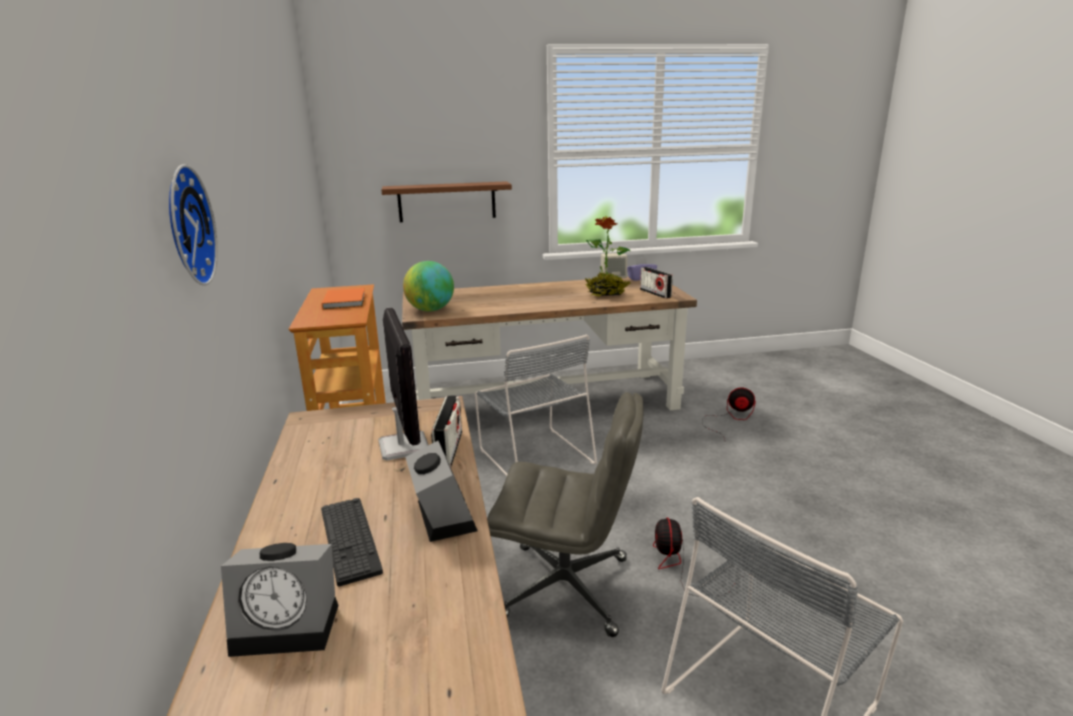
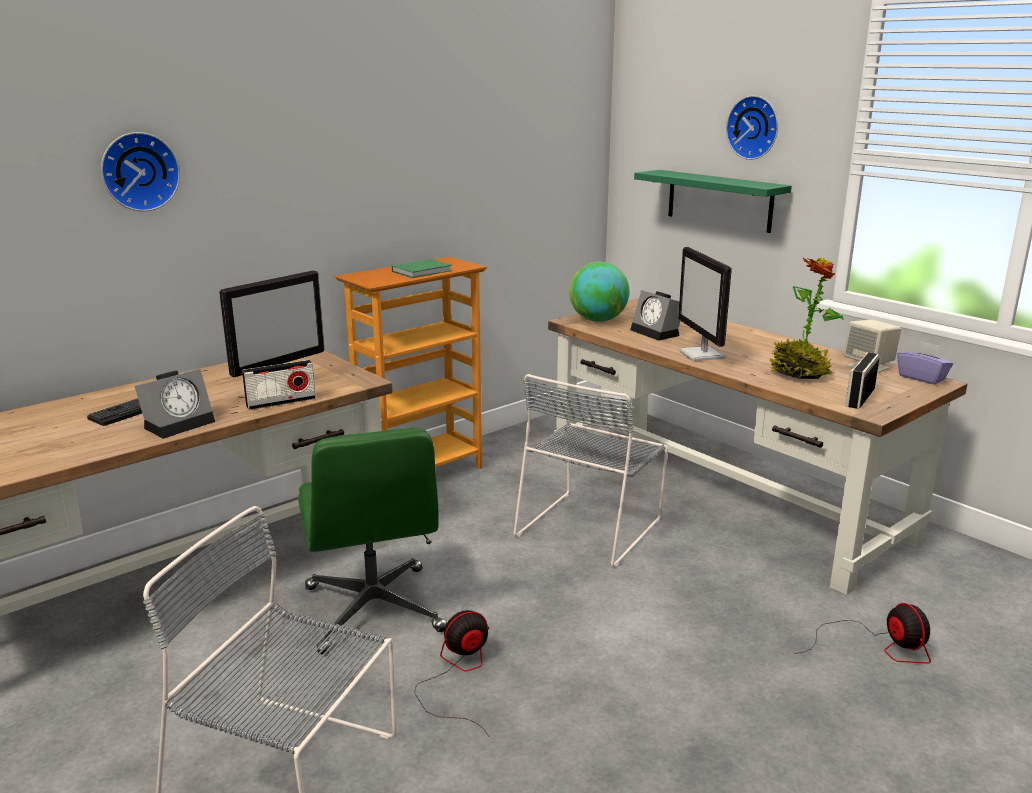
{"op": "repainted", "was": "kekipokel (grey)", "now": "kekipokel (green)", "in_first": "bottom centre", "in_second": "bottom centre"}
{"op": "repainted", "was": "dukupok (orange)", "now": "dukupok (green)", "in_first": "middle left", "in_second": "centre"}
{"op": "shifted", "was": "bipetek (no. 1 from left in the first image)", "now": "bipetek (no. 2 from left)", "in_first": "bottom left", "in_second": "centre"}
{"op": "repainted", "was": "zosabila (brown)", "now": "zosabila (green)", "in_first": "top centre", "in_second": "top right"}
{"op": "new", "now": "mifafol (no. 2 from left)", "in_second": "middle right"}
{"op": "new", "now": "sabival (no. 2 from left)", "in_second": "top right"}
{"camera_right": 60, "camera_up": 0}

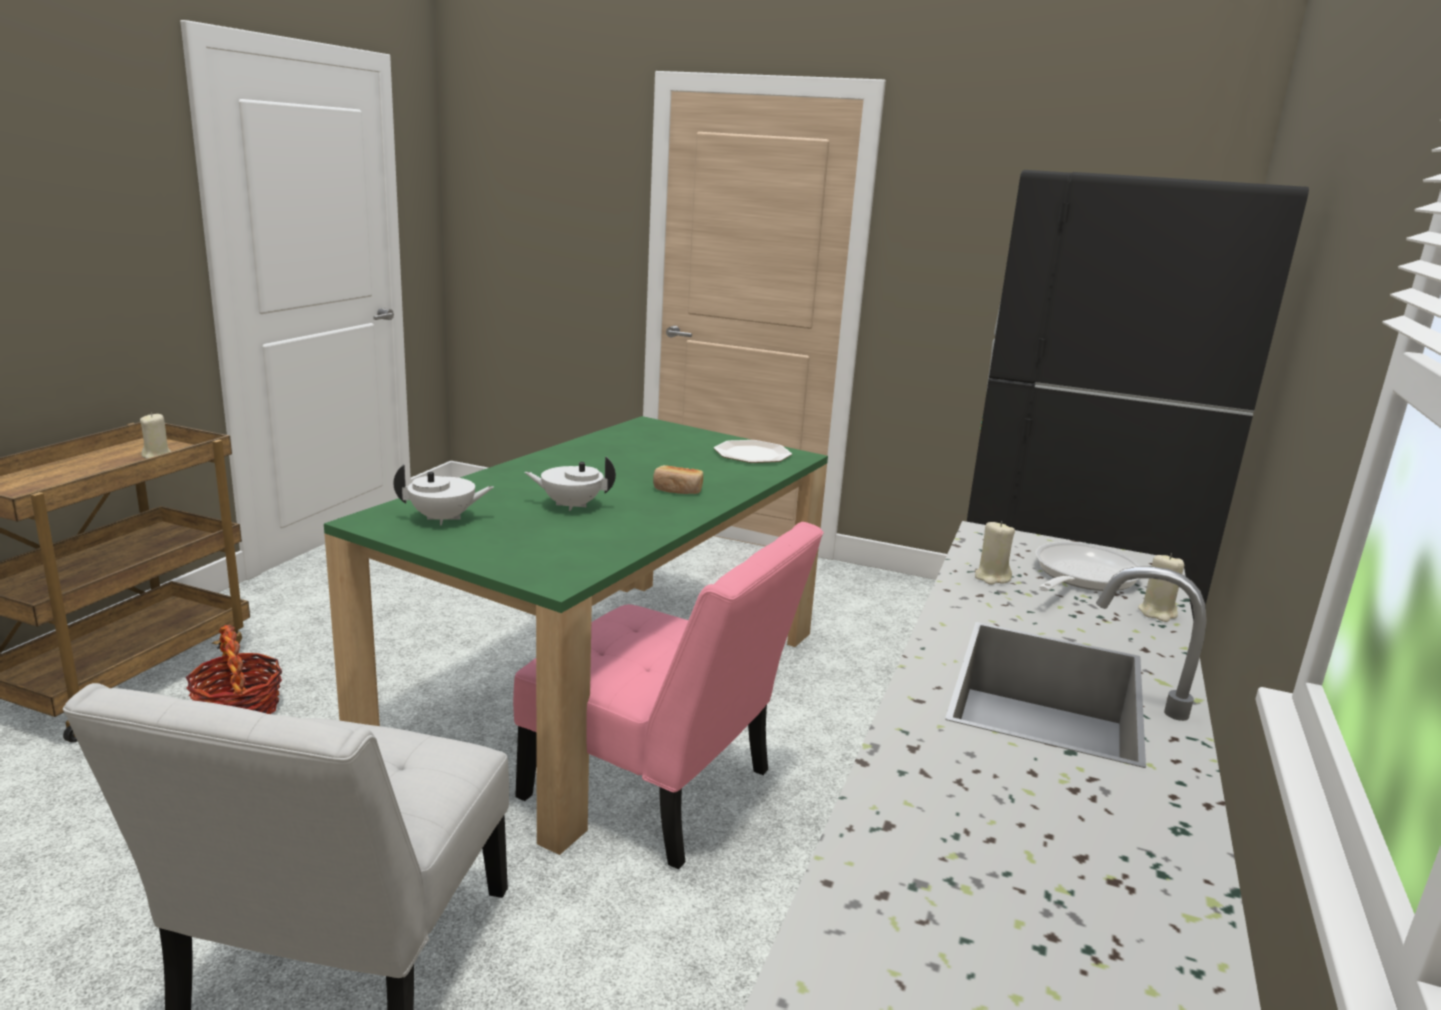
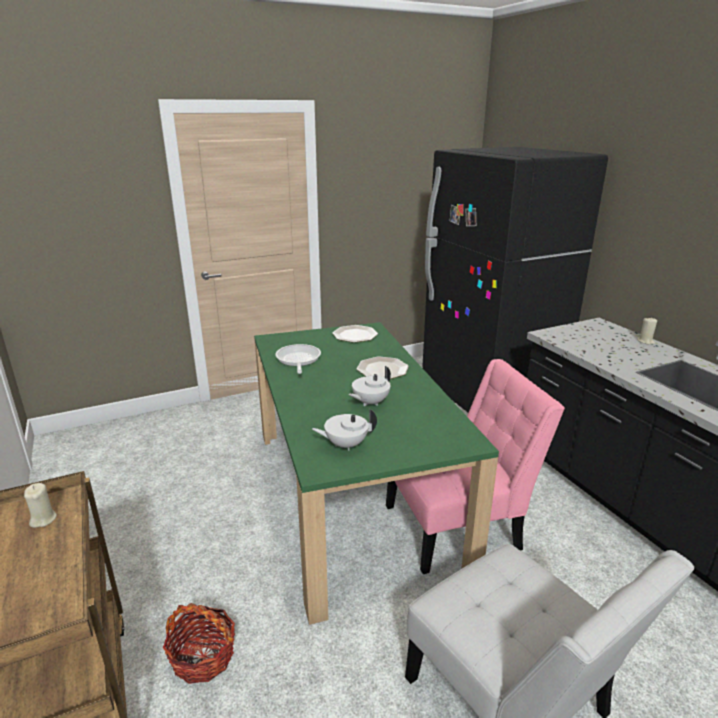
{"op": "shifted", "was": "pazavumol", "in_first": "middle right", "in_second": "centre"}
{"op": "rotated", "was": "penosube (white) (no. 1 from left)", "in_first": "middle left", "in_second": "centre", "clockwise": -135}
{"op": "swapped", "was": "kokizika", "now": "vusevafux (no. 2 from left)", "in_first": "centre", "in_second": "centre"}
{"op": "gone", "was": "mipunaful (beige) (no. 2 from left)", "in_first": "middle right"}
{"camera_right": -45, "camera_up": 5}

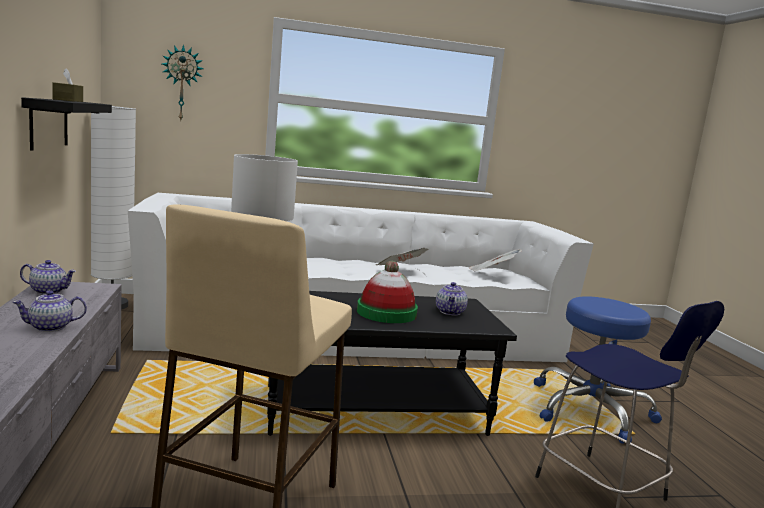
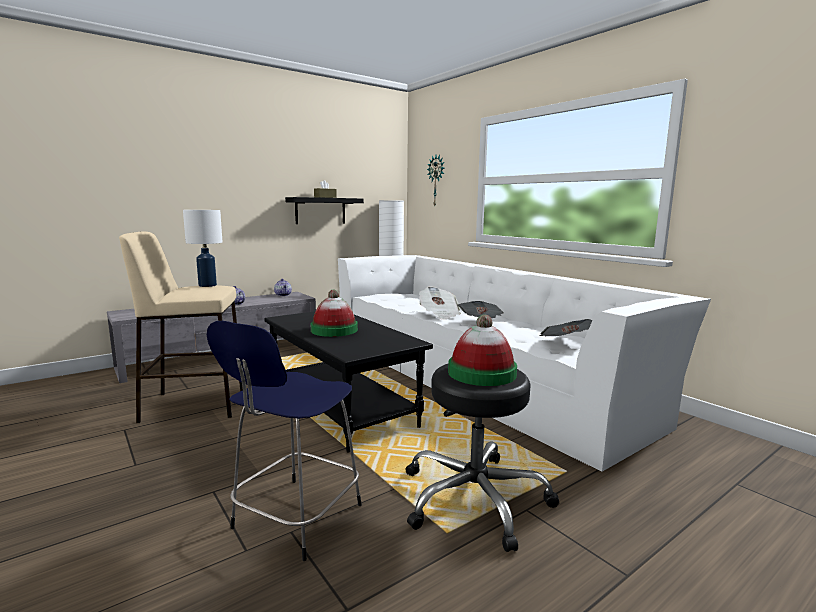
{"op": "repainted", "was": "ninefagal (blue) (no. 1 from left)", "now": "ninefagal (black)", "in_first": "bottom right", "in_second": "bottom centre"}
{"op": "new", "now": "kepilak (no. 1 from left)", "in_second": "centre"}
{"op": "new", "now": "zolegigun (no. 2 from left)", "in_second": "centre"}
{"op": "gone", "was": "penosube (no. 3 from left)", "in_first": "centre"}
{"camera_right": 65, "camera_up": 0}

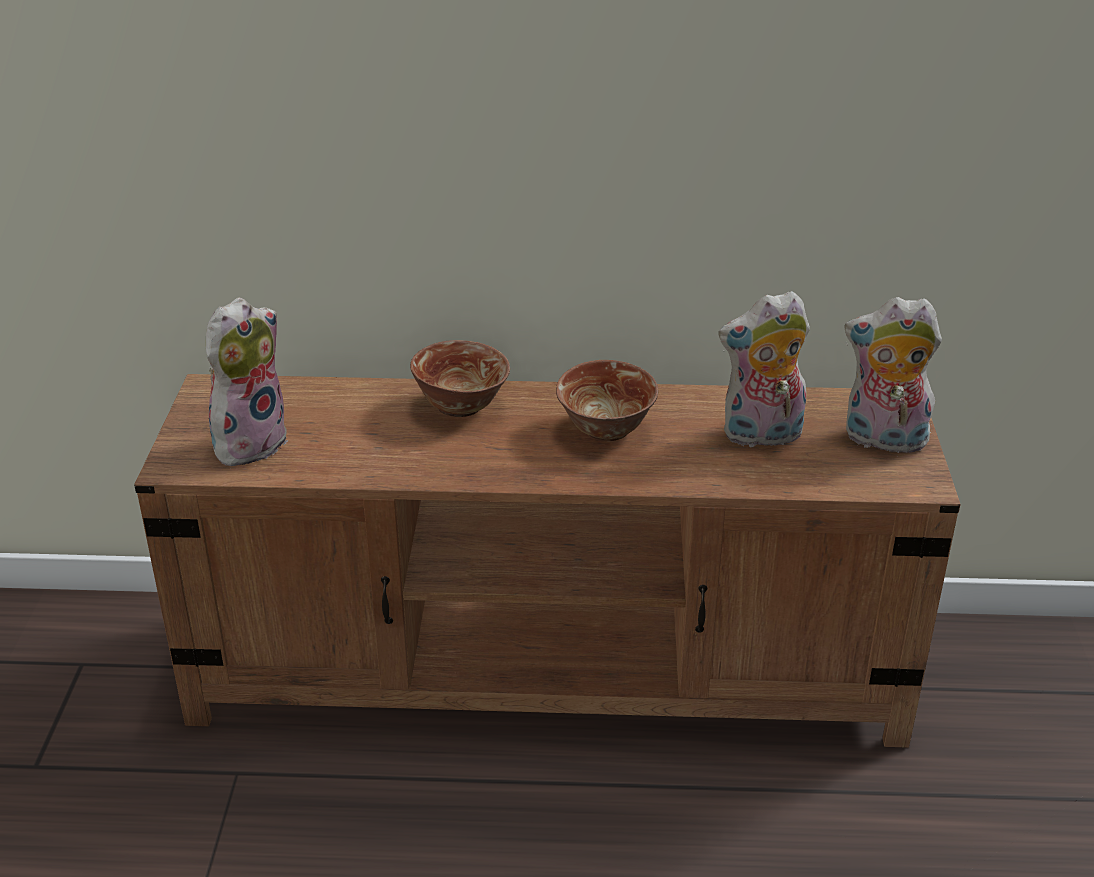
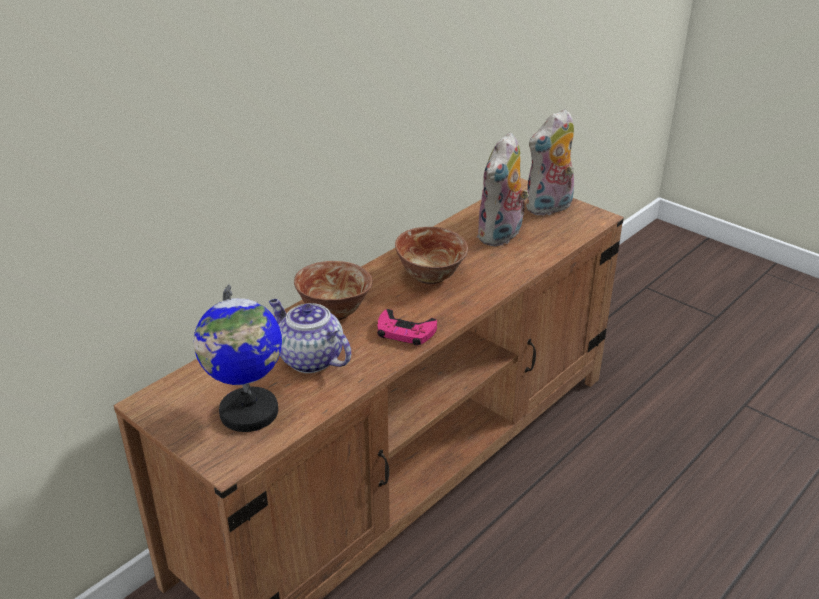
{"op": "swapped", "was": "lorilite (no. 1 from left)", "now": "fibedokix", "in_first": "middle left", "in_second": "middle left"}
{"op": "new", "now": "penosube", "in_second": "centre"}
{"op": "new", "now": "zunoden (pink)", "in_second": "centre"}
{"camera_right": -50, "camera_up": 0}

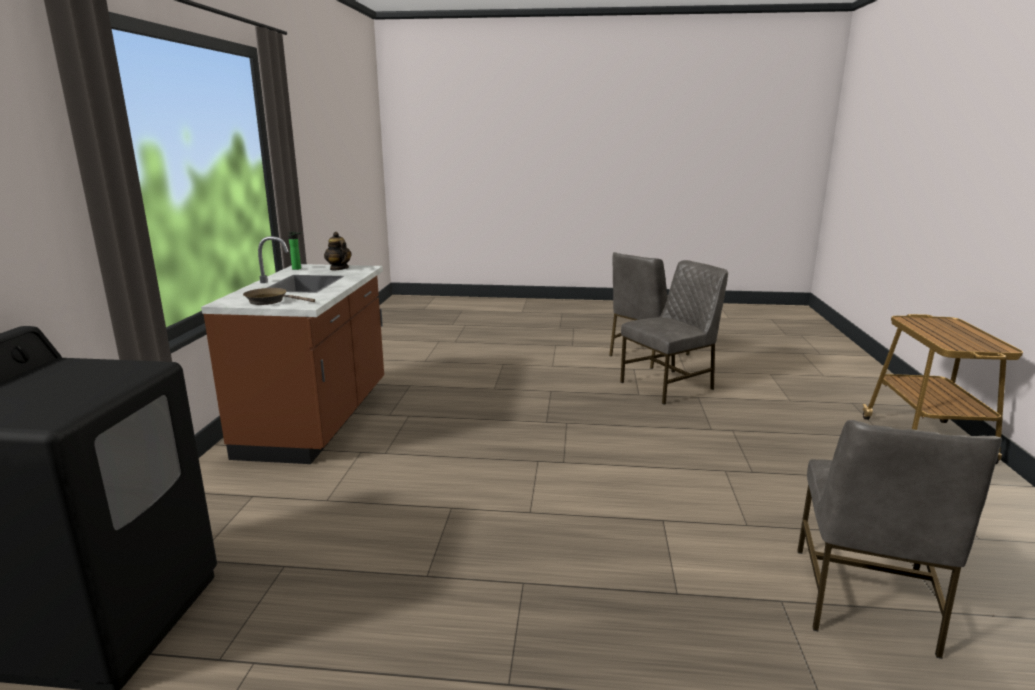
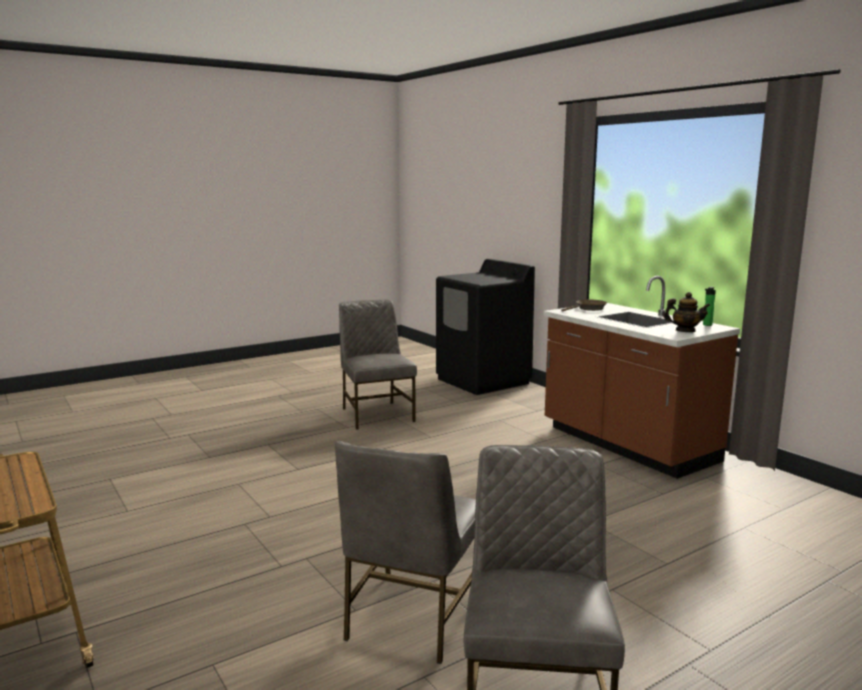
{"op": "shifted", "was": "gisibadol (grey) (no. 3 from left in the first image)", "now": "gisibadol (grey) (no. 1 from left)", "in_first": "bottom right", "in_second": "centre"}
{"camera_right": 140, "camera_up": -5}

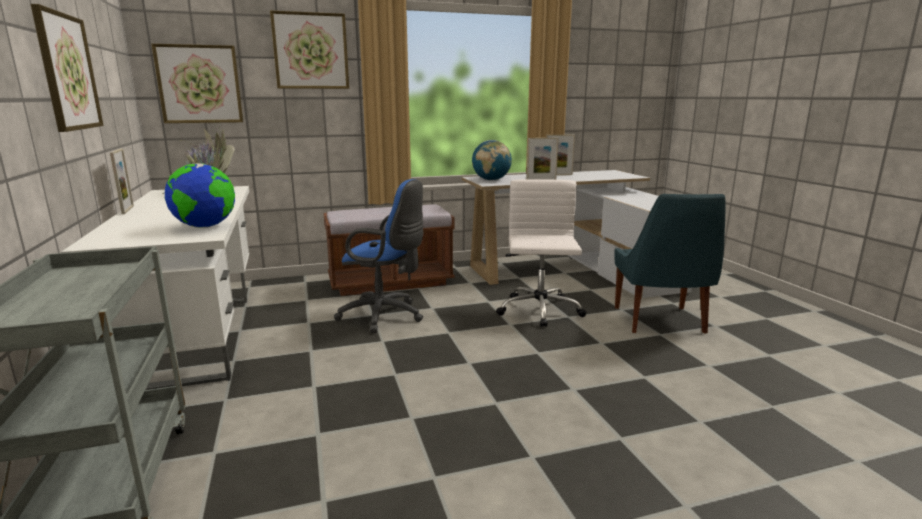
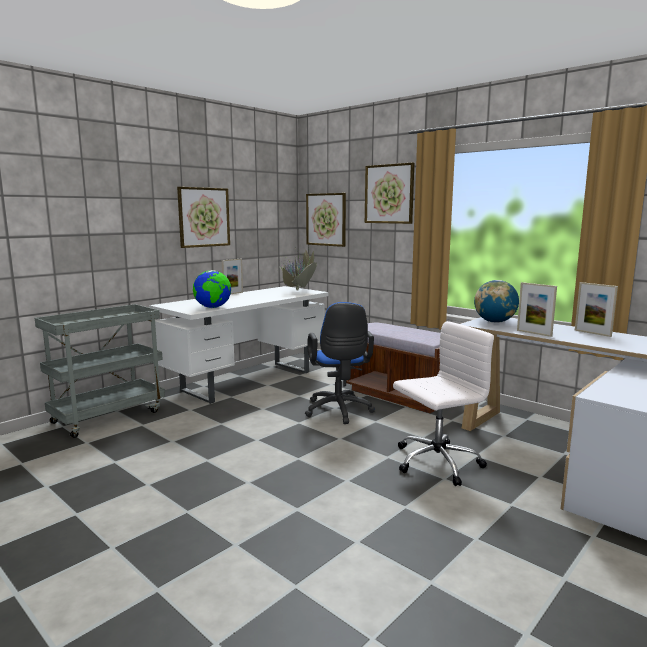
{"op": "gone", "was": "gisibadol (blue)", "in_first": "middle right"}
{"camera_right": 60, "camera_up": -5}

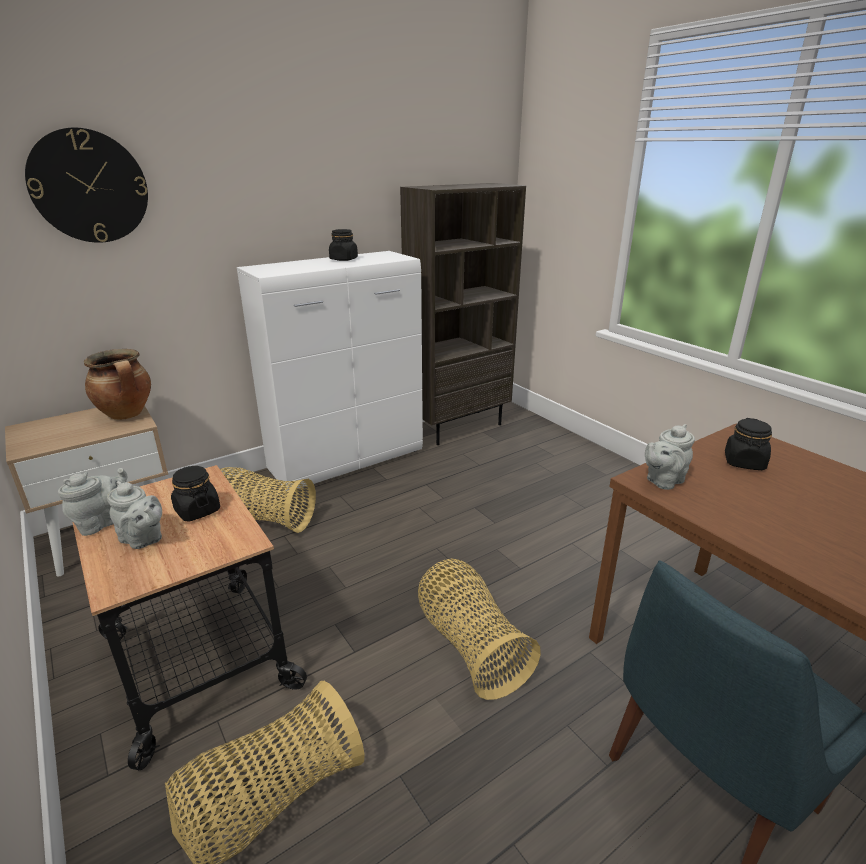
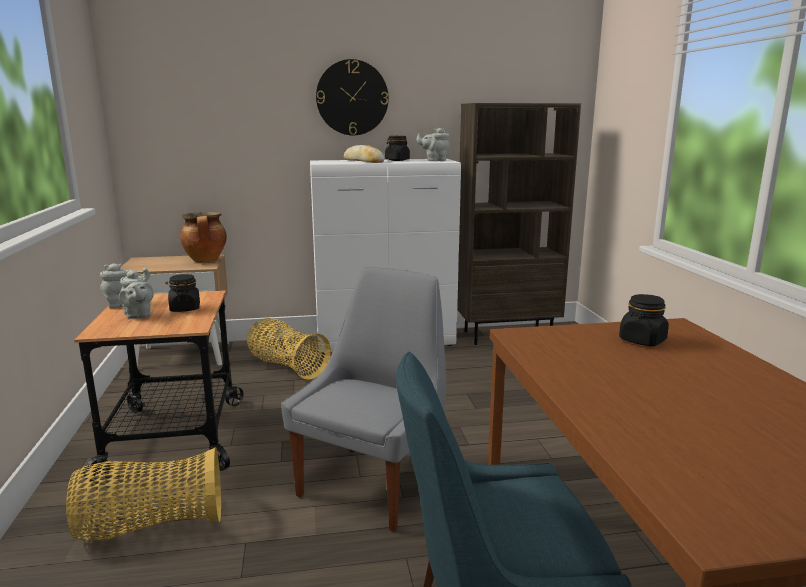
{"op": "swapped", "was": "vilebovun (no. 3 from left)", "now": "gisibadol (grey)", "in_first": "bottom centre", "in_second": "bottom centre"}
{"op": "shifted", "was": "sabival", "in_first": "top left", "in_second": "top centre"}
{"op": "new", "now": "kokizika", "in_second": "top centre"}
{"op": "shifted", "was": "penosube (grey) (no. 3 from left)", "in_first": "middle right", "in_second": "top centre"}
{"camera_right": 25, "camera_up": -10}

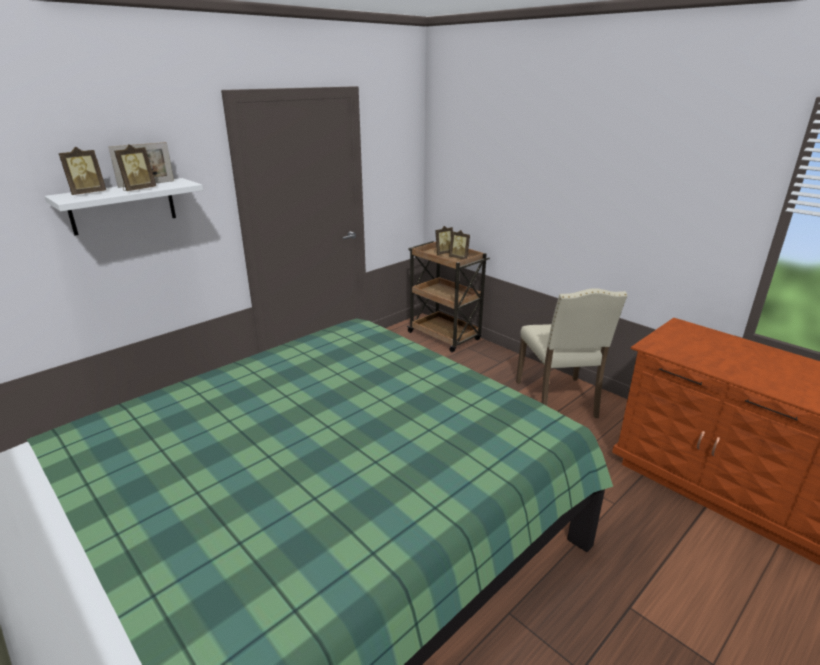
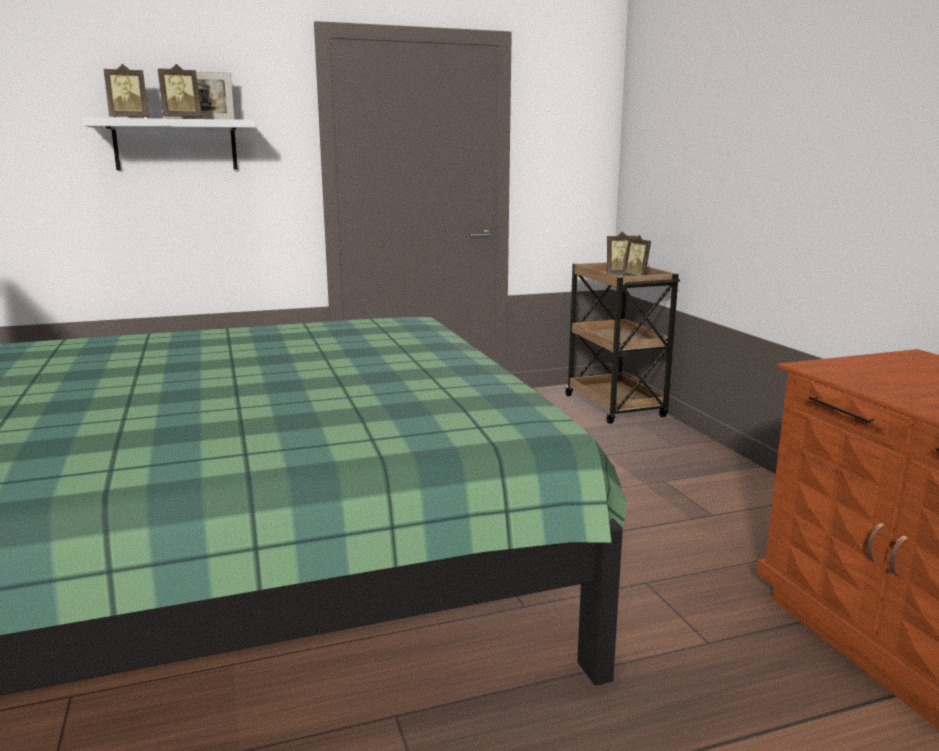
{"op": "gone", "was": "gisibadol (beige)", "in_first": "middle right"}
{"camera_right": 25, "camera_up": -10}

